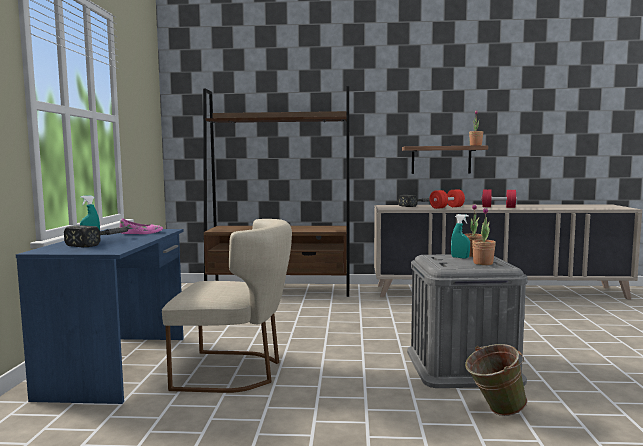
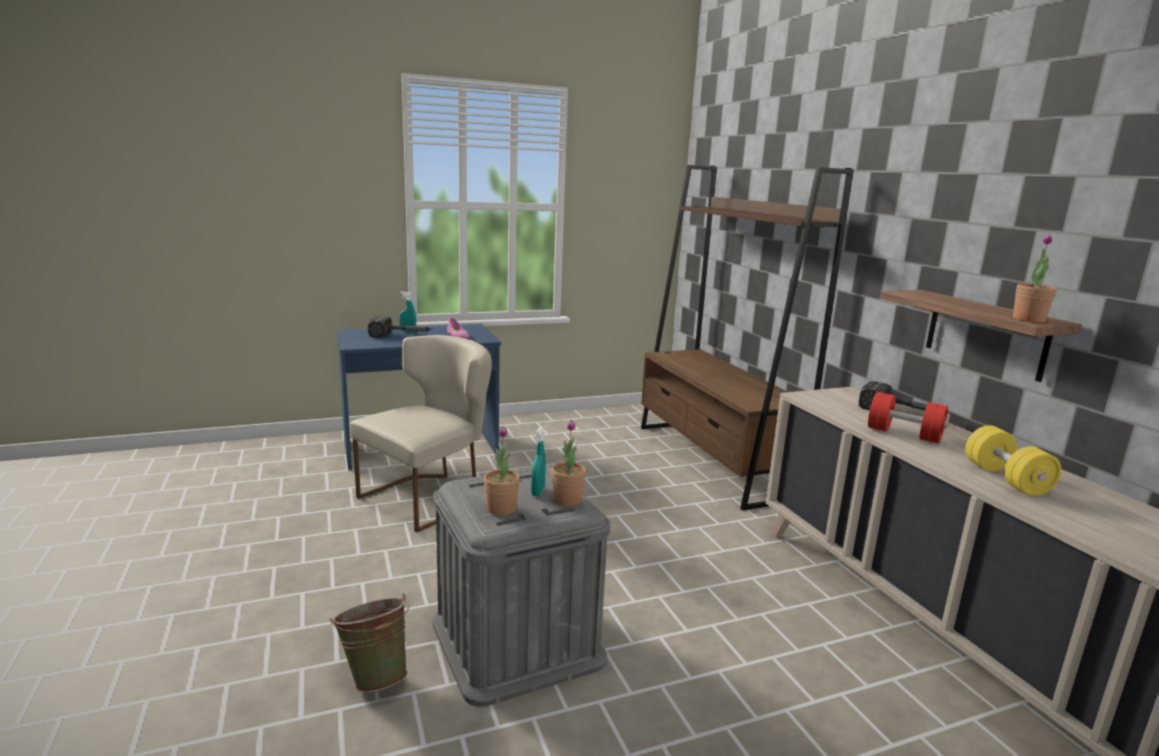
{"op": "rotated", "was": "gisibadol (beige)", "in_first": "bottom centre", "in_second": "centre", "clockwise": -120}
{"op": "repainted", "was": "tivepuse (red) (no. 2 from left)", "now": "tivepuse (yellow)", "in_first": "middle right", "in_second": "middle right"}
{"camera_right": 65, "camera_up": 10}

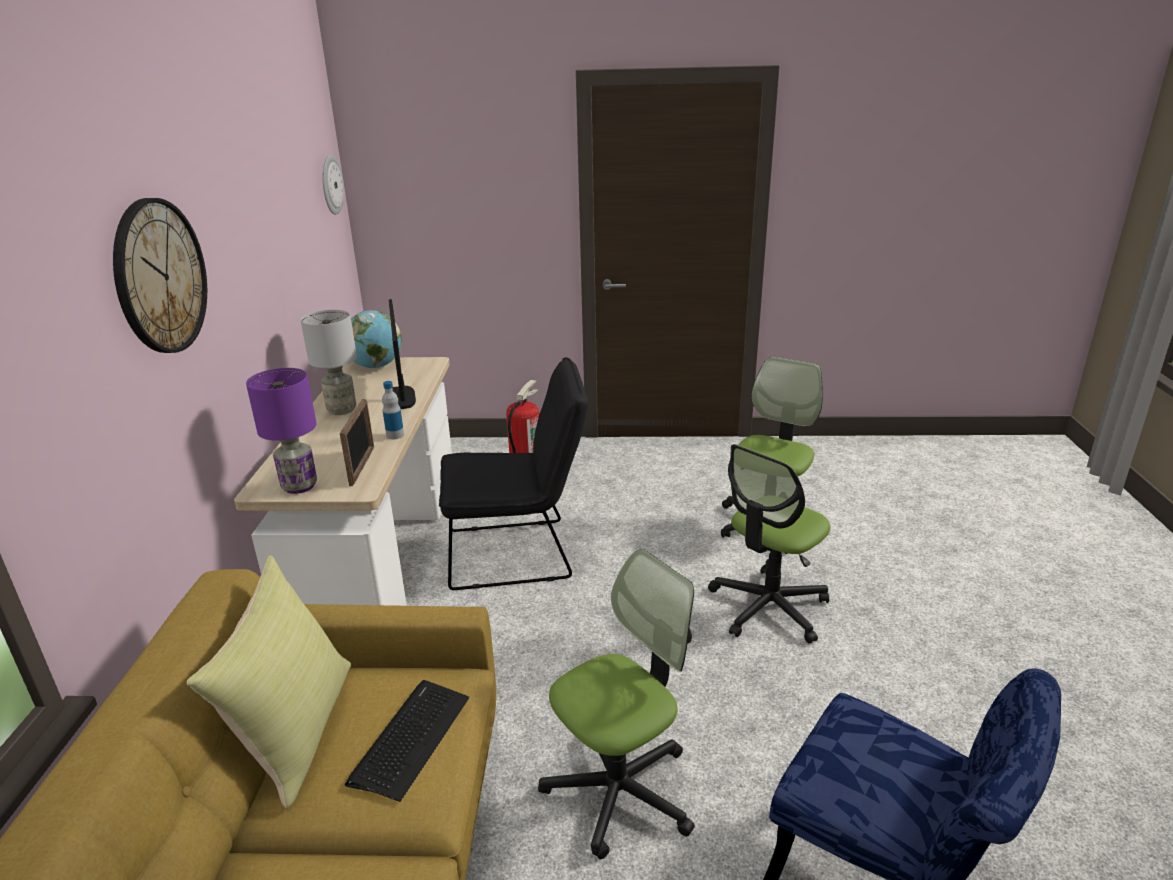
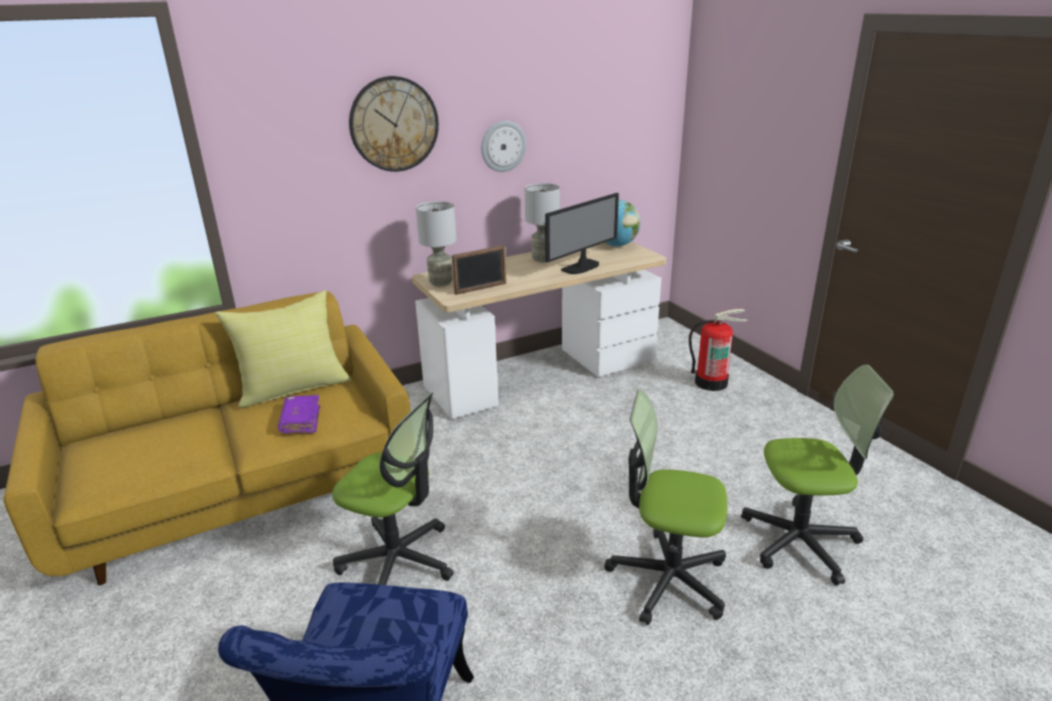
{"op": "swapped", "was": "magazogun", "now": "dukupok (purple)", "in_first": "bottom centre", "in_second": "middle left"}
{"op": "repainted", "was": "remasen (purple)", "now": "remasen (grey) (no. 1 from left)", "in_first": "middle left", "in_second": "centre"}
{"op": "shifted", "was": "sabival (no. 2 from left)", "in_first": "top left", "in_second": "top centre"}
{"op": "gone", "was": "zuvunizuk", "in_first": "centre"}
{"op": "gone", "was": "gisibadol (black)", "in_first": "centre"}
{"camera_right": 60, "camera_up": 0}

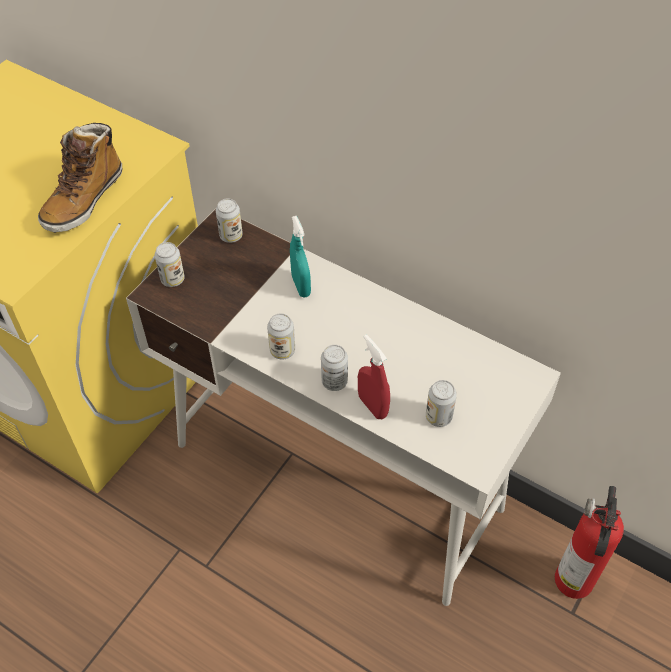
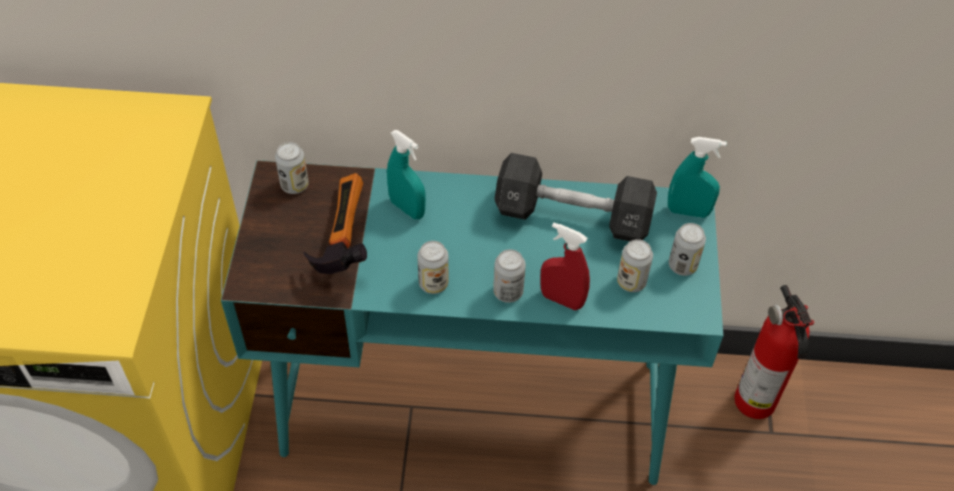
{"op": "repainted", "was": "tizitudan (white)", "now": "tizitudan (turquoise)", "in_first": "centre", "in_second": "centre"}
{"op": "new", "now": "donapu", "in_second": "centre"}
{"op": "new", "now": "tivepuse (black)", "in_second": "centre"}
{"op": "new", "now": "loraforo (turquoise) (no. 2 from left)", "in_second": "middle right"}
{"op": "shifted", "was": "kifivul (no. 1 from left in the first image)", "now": "kifivul (no. 5 from left)", "in_first": "middle left", "in_second": "middle right"}
{"op": "gone", "was": "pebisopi", "in_first": "top left"}
{"camera_right": -30, "camera_up": 0}

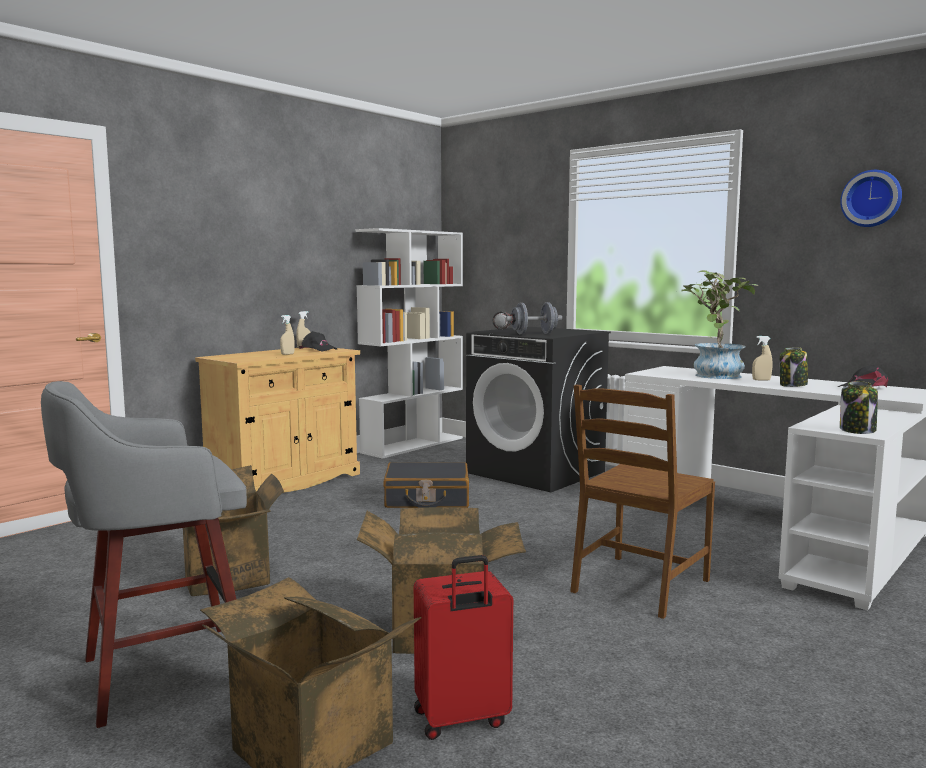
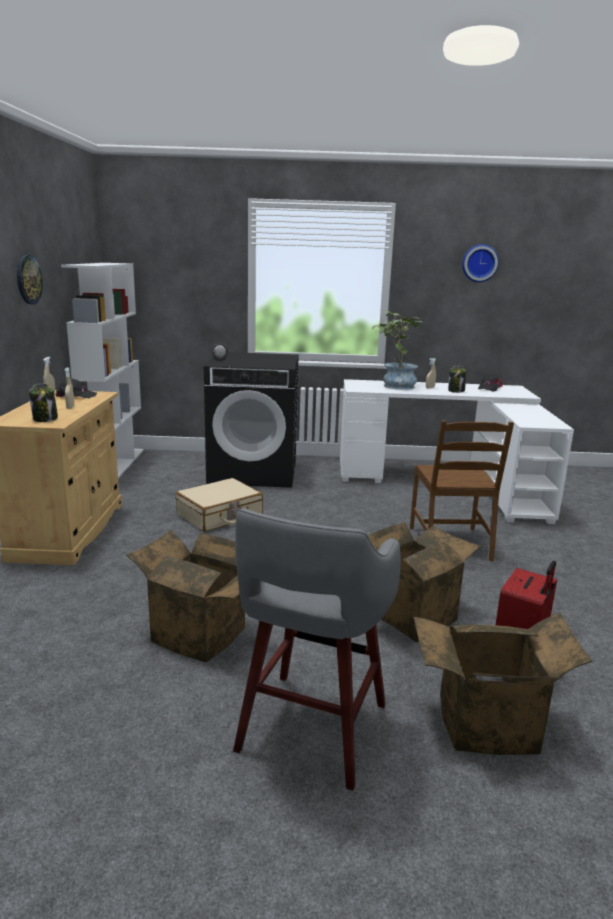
{"op": "new", "now": "sabival (no. 1 from left)", "in_second": "top left"}
{"op": "shifted", "was": "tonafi (no. 2 from left in the first image)", "now": "tonafi (no. 1 from left)", "in_first": "middle right", "in_second": "middle left"}
{"op": "repainted", "was": "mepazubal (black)", "now": "mepazubal (beige)", "in_first": "centre", "in_second": "centre"}
{"op": "gone", "was": "tivepuse (grey)", "in_first": "centre"}
{"camera_right": -40, "camera_up": 10}

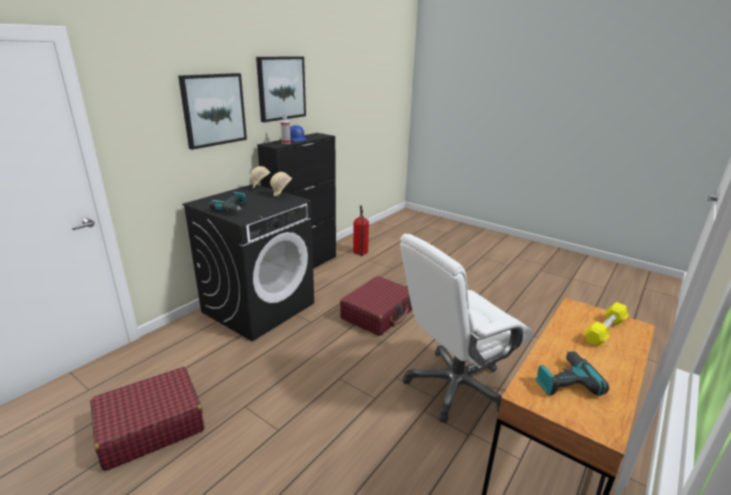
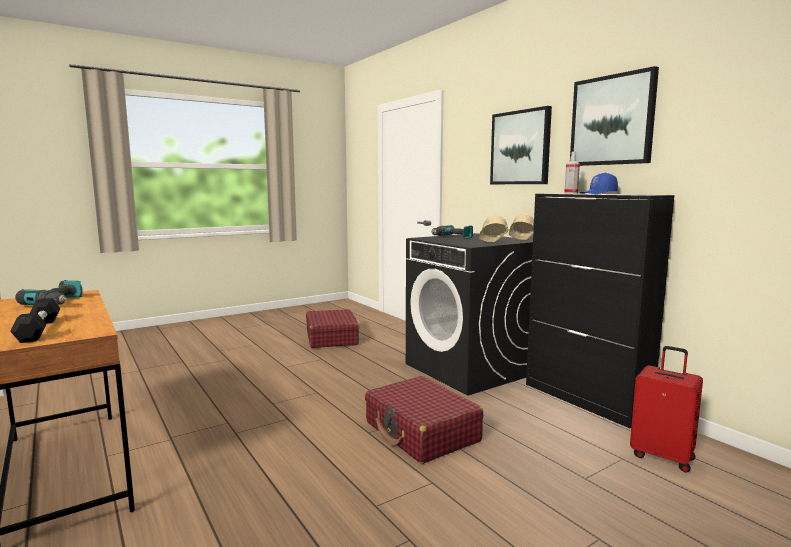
{"op": "repainted", "was": "tivepuse (yellow)", "now": "tivepuse (black)", "in_first": "middle right", "in_second": "middle left"}
{"op": "swapped", "was": "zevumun", "now": "mepazubal (red) (no. 3 from left)", "in_first": "centre", "in_second": "bottom right"}
{"op": "gone", "was": "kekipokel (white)", "in_first": "centre"}
{"camera_right": 110, "camera_up": -15}

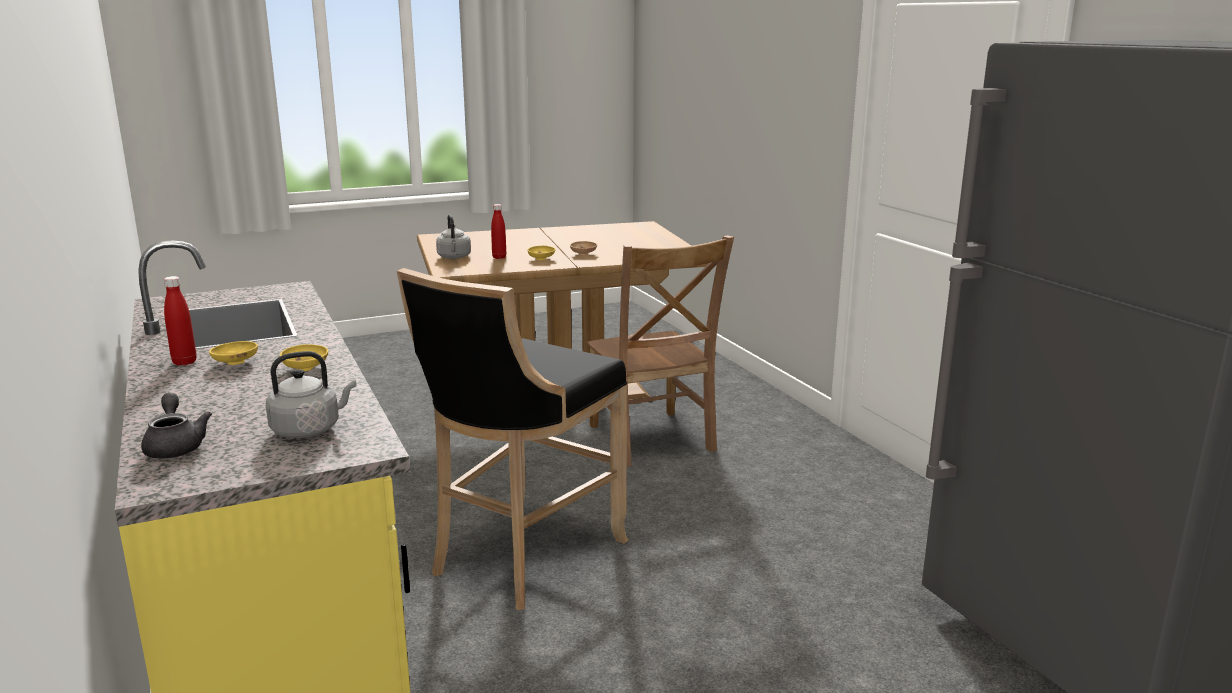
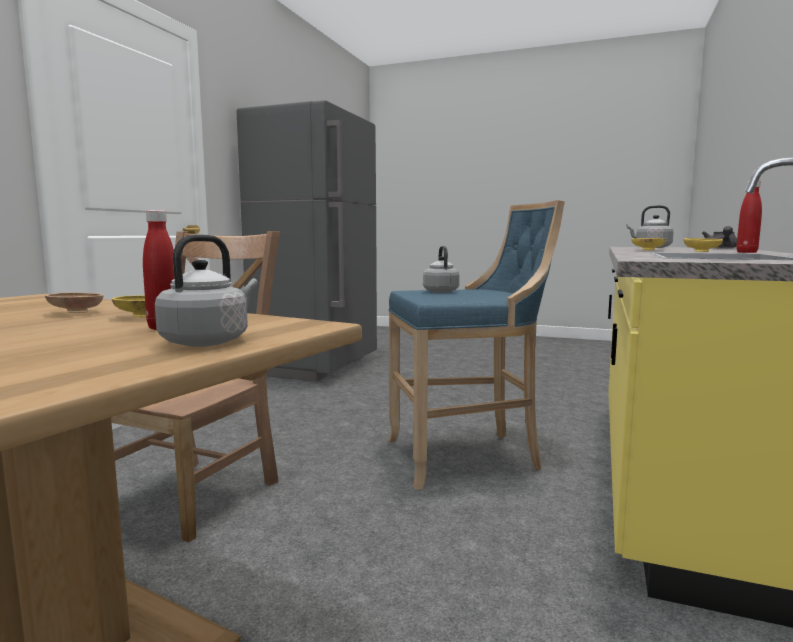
{"op": "repainted", "was": "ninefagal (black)", "now": "ninefagal (blue)", "in_first": "centre", "in_second": "centre"}
{"op": "new", "now": "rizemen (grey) (no. 2 from left)", "in_second": "centre"}
{"camera_right": -135, "camera_up": -10}

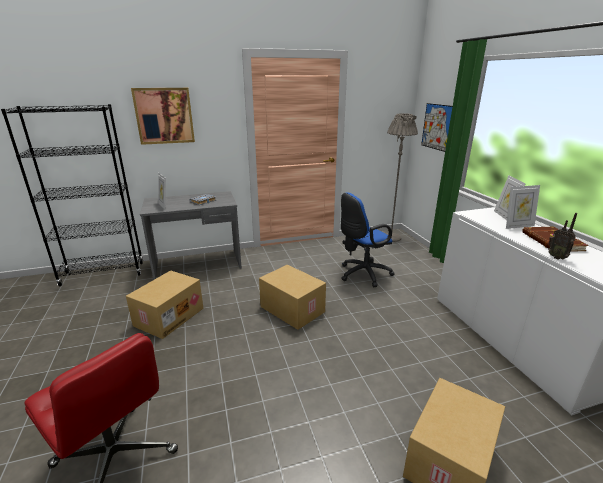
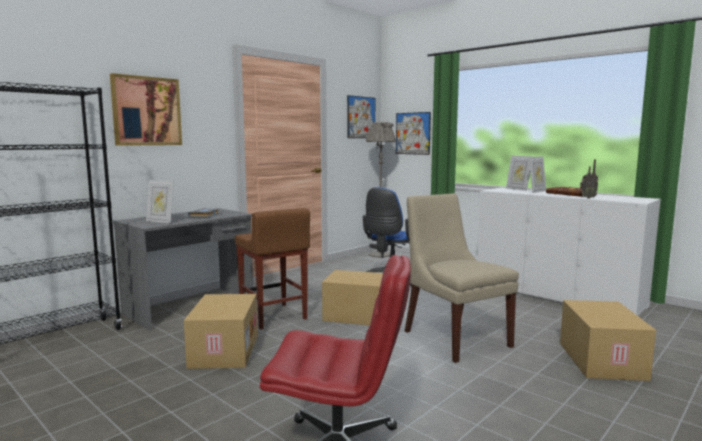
{"op": "new", "now": "ninefagal (brown)", "in_second": "centre"}
{"op": "new", "now": "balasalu (no. 2 from left)", "in_second": "top centre"}
{"op": "new", "now": "gisibadol (beige)", "in_second": "centre"}
{"camera_right": -30, "camera_up": -15}

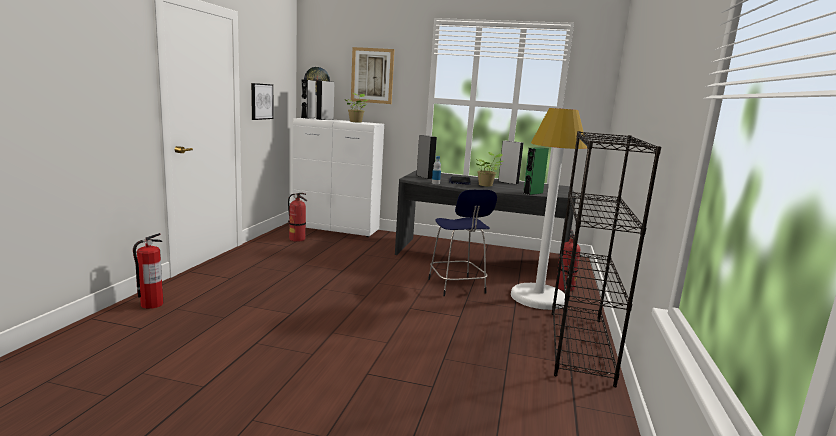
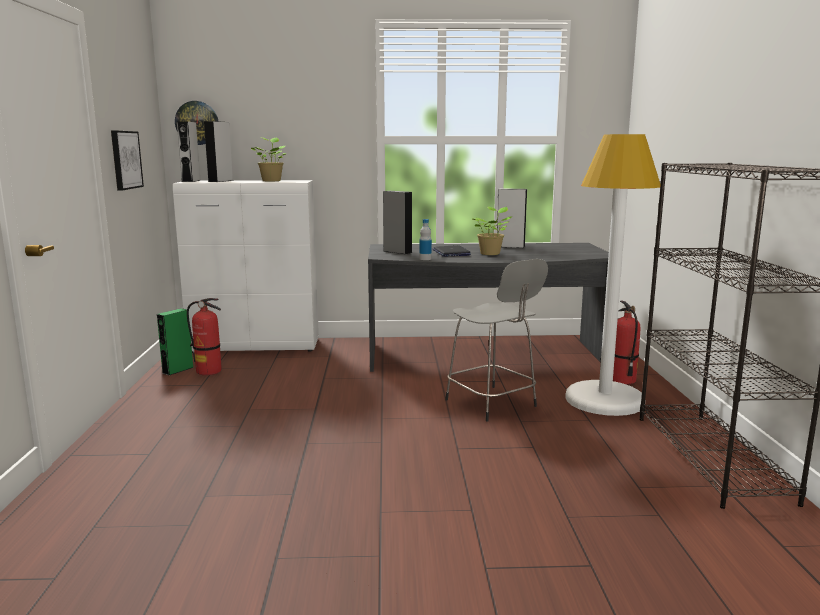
{"op": "shifted", "was": "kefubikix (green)", "in_first": "centre", "in_second": "middle left"}
{"op": "repainted", "was": "ninefagal (blue)", "now": "ninefagal (grey)", "in_first": "centre", "in_second": "centre"}
{"op": "gone", "was": "zevumun (no. 1 from left)", "in_first": "middle left"}
{"op": "gone", "was": "balasalu (no. 2 from left)", "in_first": "top centre"}
{"camera_right": -15, "camera_up": 0}

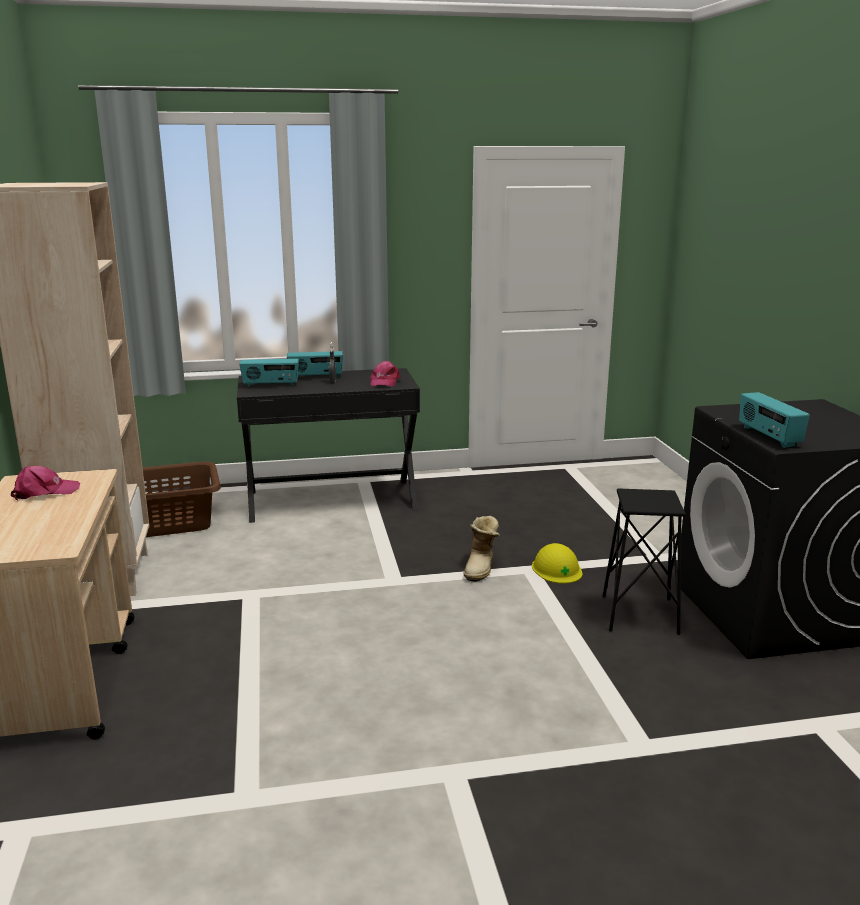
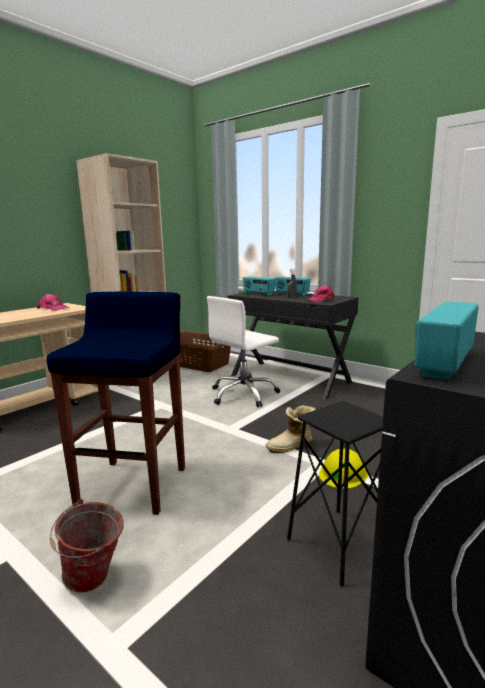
{"op": "new", "now": "ninefagal (blue)", "in_second": "middle left"}
{"op": "new", "now": "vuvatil", "in_second": "bottom left"}
{"op": "new", "now": "kekipokel (white)", "in_second": "centre"}
{"camera_right": 50, "camera_up": -5}

